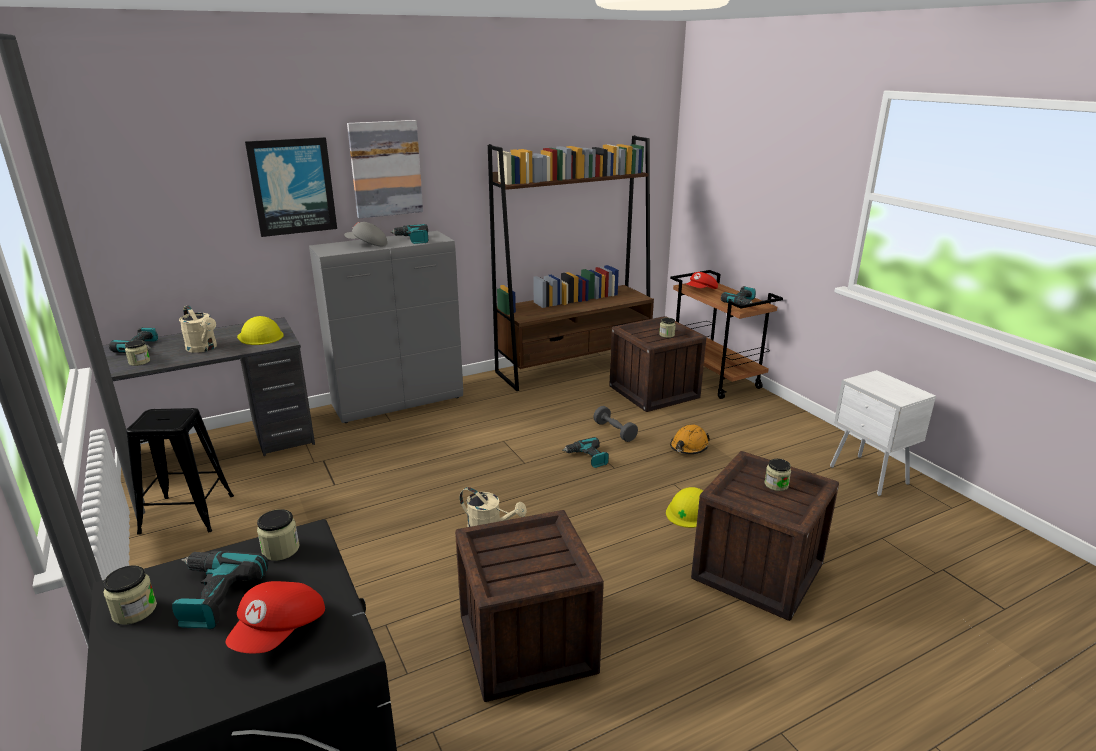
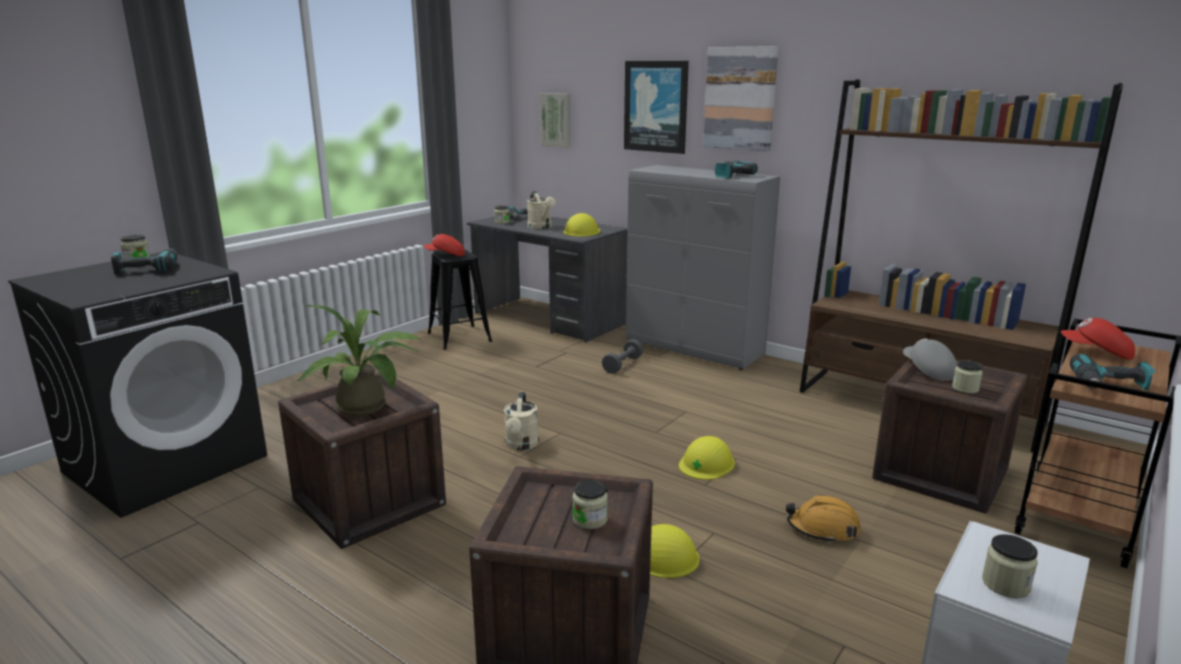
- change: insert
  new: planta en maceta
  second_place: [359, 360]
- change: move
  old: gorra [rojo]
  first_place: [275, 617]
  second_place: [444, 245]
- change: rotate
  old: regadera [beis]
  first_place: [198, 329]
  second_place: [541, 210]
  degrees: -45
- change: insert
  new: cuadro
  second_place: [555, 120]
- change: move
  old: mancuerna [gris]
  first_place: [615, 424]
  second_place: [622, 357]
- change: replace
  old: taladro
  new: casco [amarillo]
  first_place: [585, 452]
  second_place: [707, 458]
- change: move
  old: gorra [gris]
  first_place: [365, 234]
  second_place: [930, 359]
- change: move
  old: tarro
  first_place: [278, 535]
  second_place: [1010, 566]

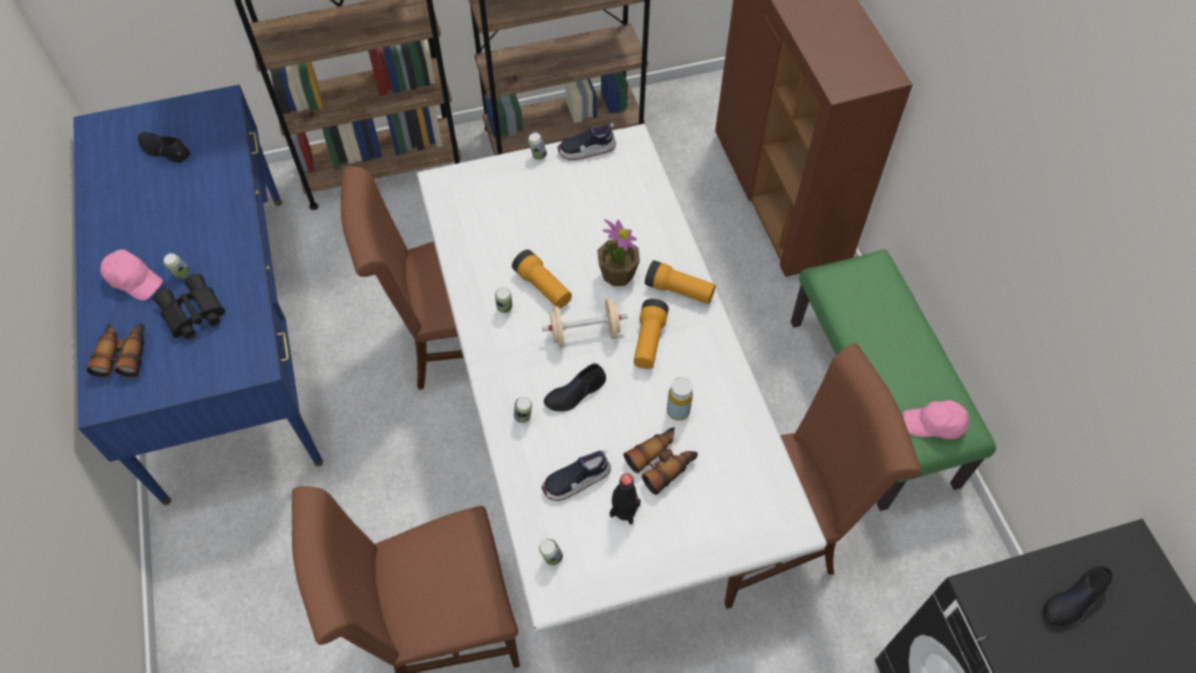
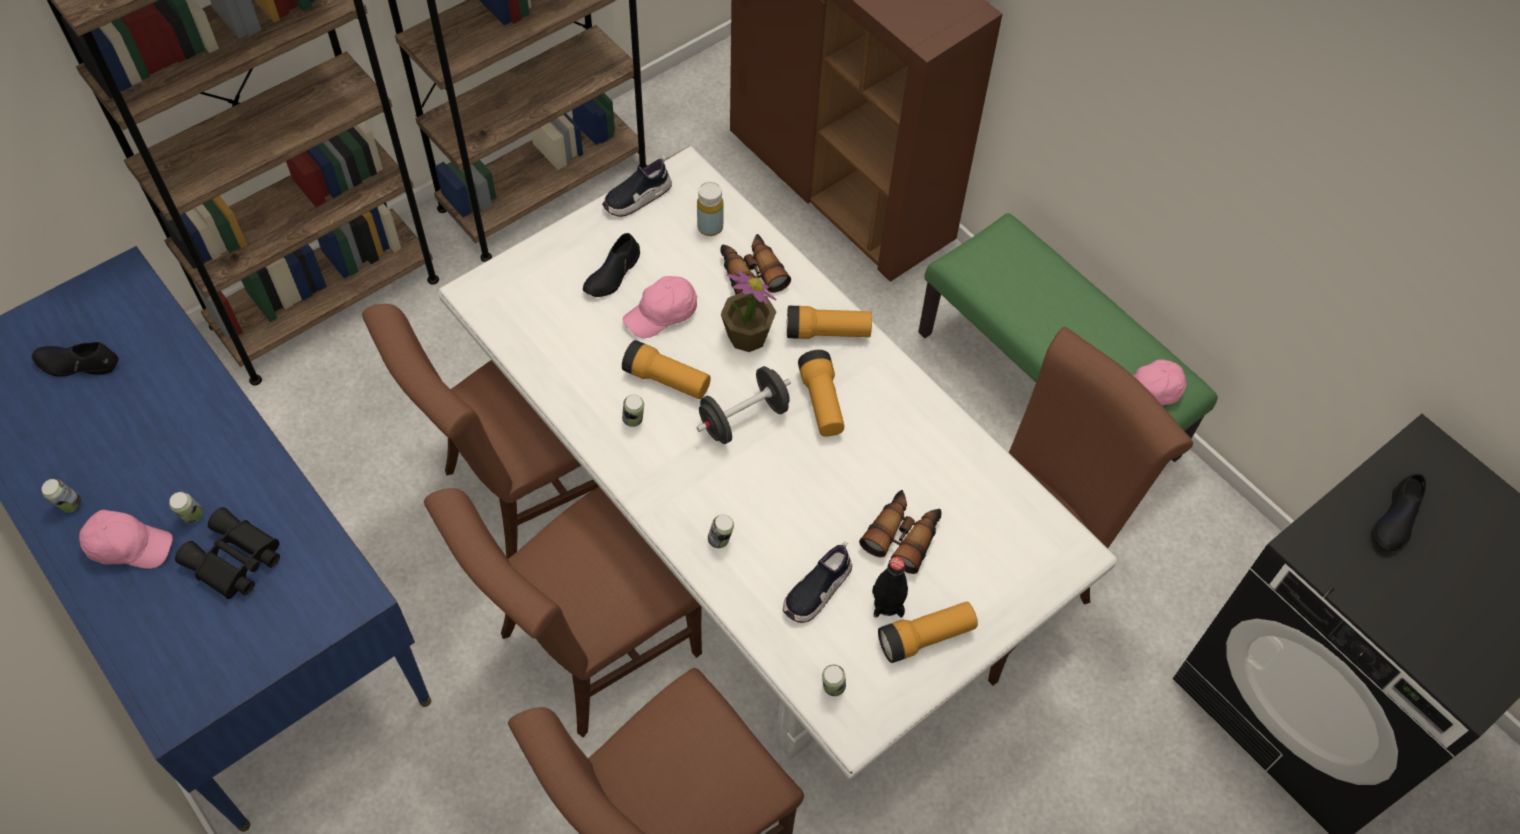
- change: move
  old: lata
  first_place: [537, 146]
  second_place: [61, 496]
- change: insert
  new: silla [marrón]
  second_place: [563, 612]
- change: move
  old: zapato [negro]
  first_place: [575, 387]
  second_place: [611, 265]
- change: insert
  new: gorra [rosa]
  second_place: [660, 307]
- change: move
  old: botella [amarillo]
  first_place: [680, 398]
  second_place: [710, 209]
- change: recolor
  old: mancuerna [beis]
  new: mancuerna [negro]
  first_place: [585, 322]
  second_place: [744, 405]
- change: move
  old: prismáticos
  first_place: [115, 350]
  second_place: [755, 264]
- change: insert
  new: linterna
  second_place: [928, 632]

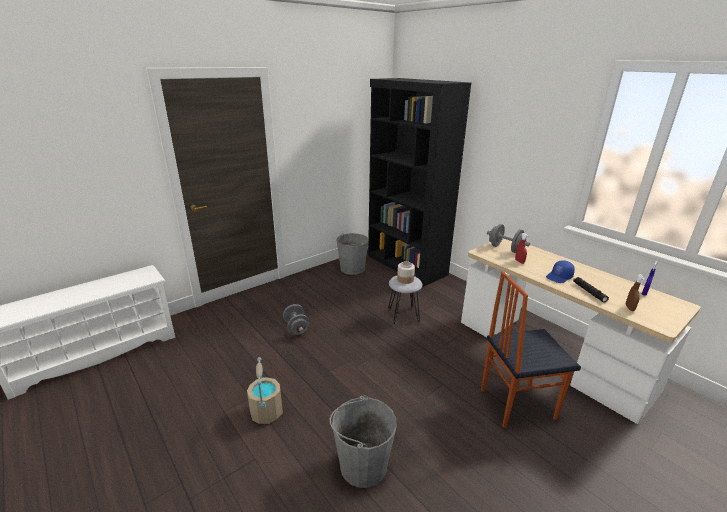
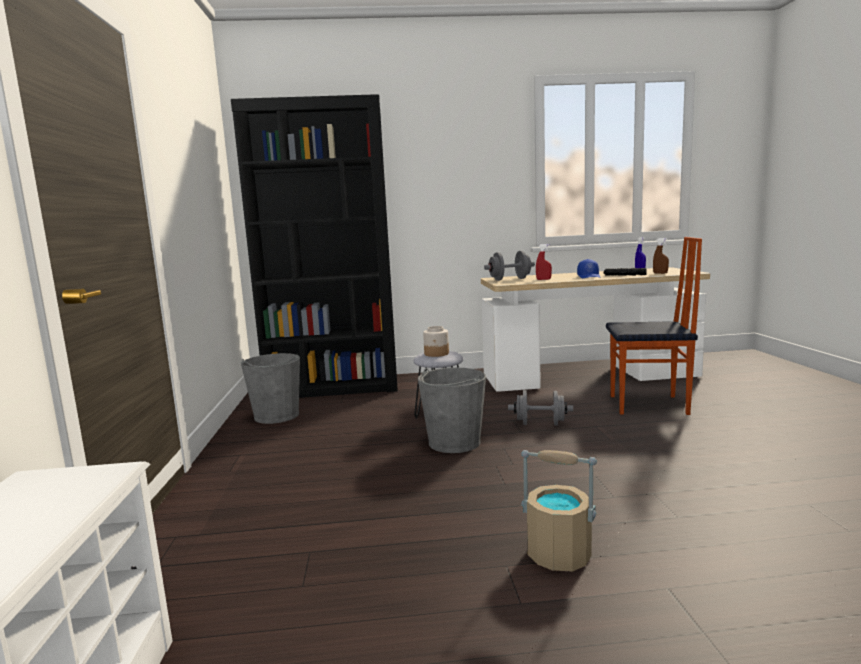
- change: move
  old: cubo [gris]
  first_place: [363, 441]
  second_place: [452, 410]
- change: move
  old: mancuerna [gris]
  first_place: [296, 319]
  second_place: [540, 408]
- change: rotate
  old: silla
  first_place: [531, 349]
  second_place: [654, 326]
  degrees: -105

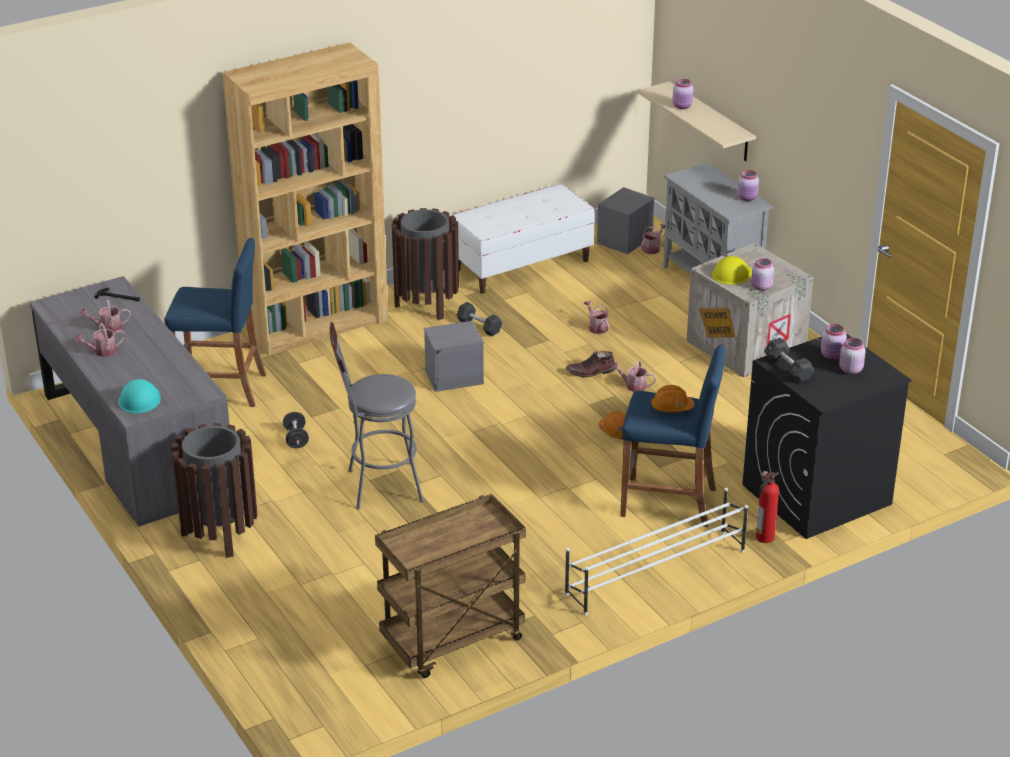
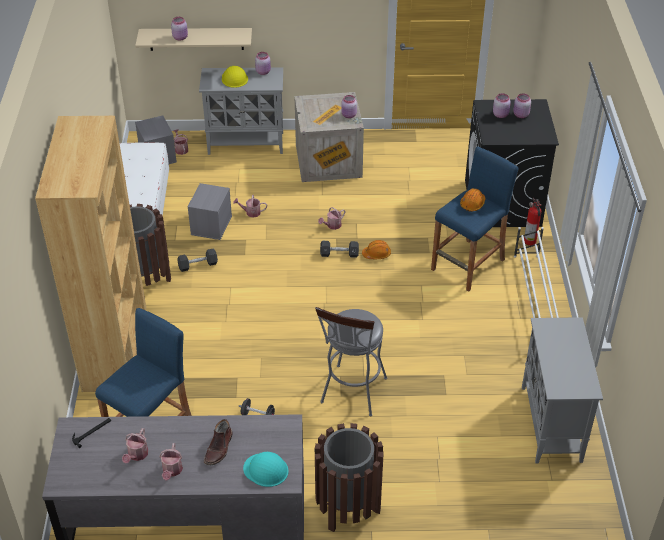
- change: move
  old: caja de almacenaje [gris]
  first_place: [454, 356]
  second_place: [209, 211]
- change: move
  old: bota [marrón]
  first_place: [591, 364]
  second_place: [218, 442]
- change: move
  old: casco [amarillo]
  first_place: [732, 270]
  second_place: [235, 77]
- change: move
  old: mancuerna [negro]
  first_place: [790, 360]
  second_place: [339, 249]
- change: replace
  old: carrito [marrón]
  new: armario [gris]
  first_place: [450, 586]
  second_place: [562, 390]

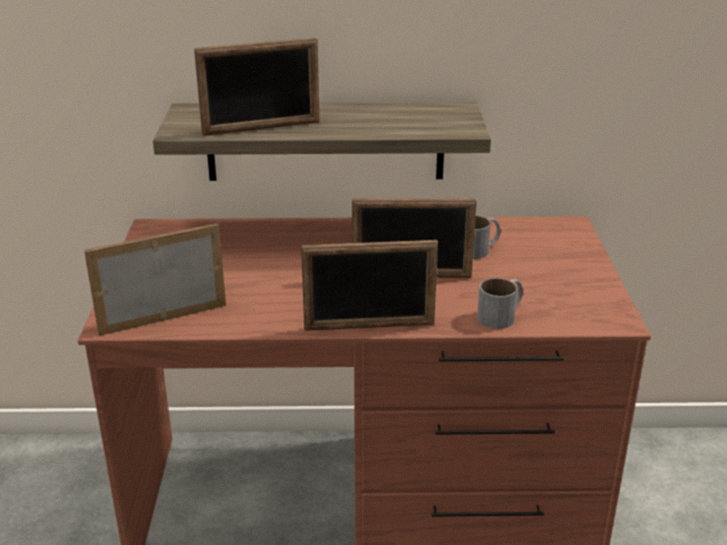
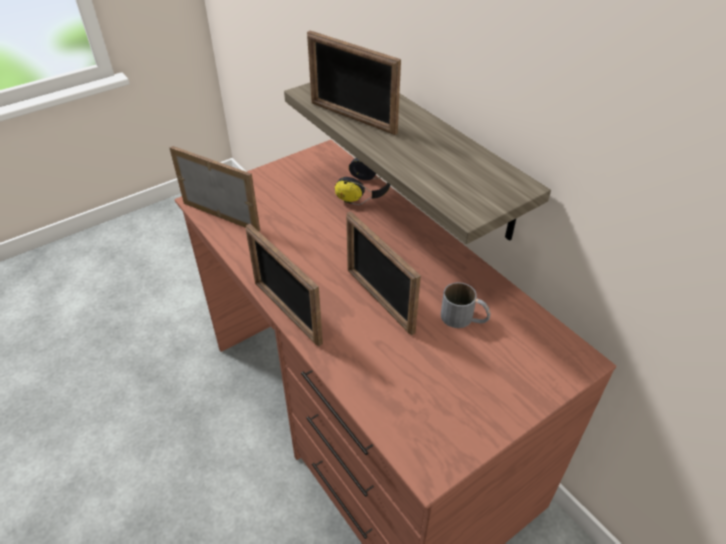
- change: insert
  new: auriculares
  second_place: [362, 181]
- change: delete
  old: taza grande [gris]
  first_place: [500, 303]

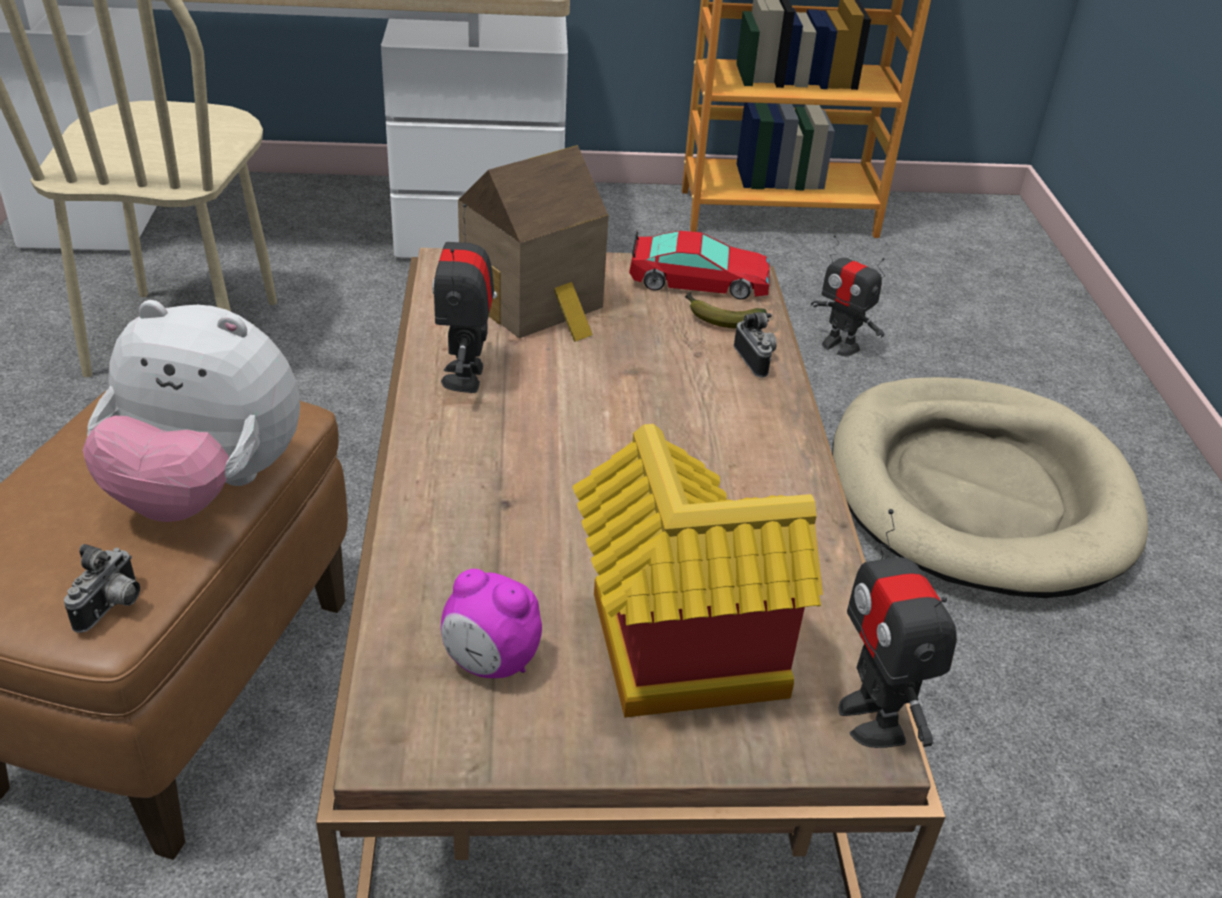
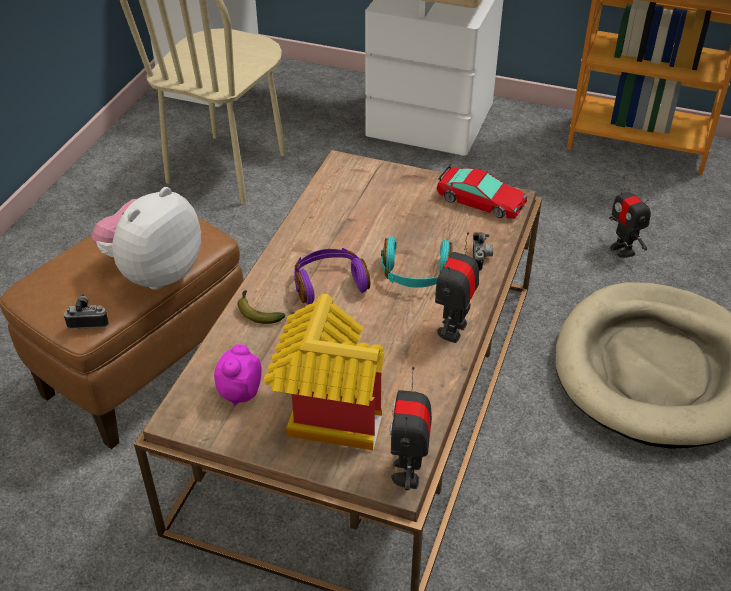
- change: rotate
  old: cámara
  first_place: [102, 588]
  second_place: [86, 311]
  degrees: -135
- change: rotate
  old: peluche
  first_place: [191, 411]
  second_place: [146, 238]
  degrees: 90
- change: rotate
  old: despertador
  first_place: [491, 623]
  second_place: [238, 375]
  degrees: 60
- change: move
  old: plátano
  first_place: [726, 310]
  second_place: [261, 307]
- change: insert
  new: auriculares [morado]
  second_place: [332, 276]
- change: insert
  new: auriculares [turquesa]
  second_place: [416, 262]
- change: move
  old: robot de juguete
  first_place: [463, 298]
  second_place: [457, 287]
- change: delete
  old: casita
  first_place: [533, 243]

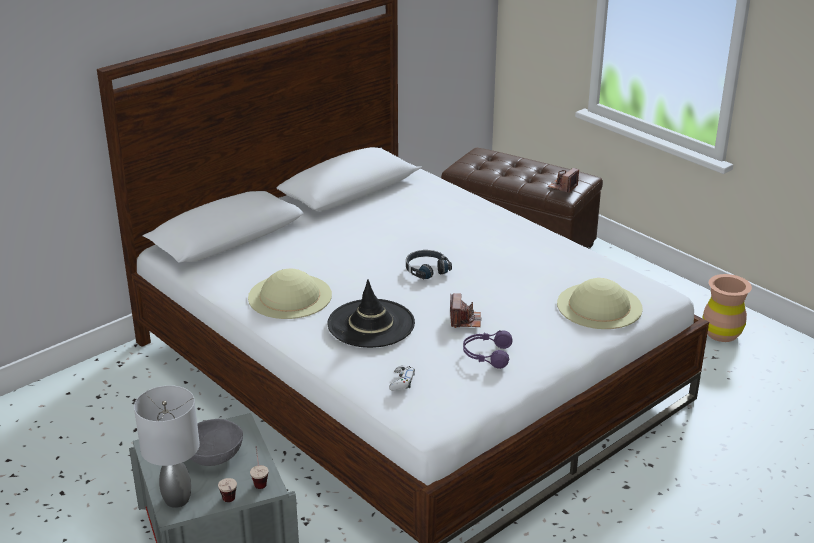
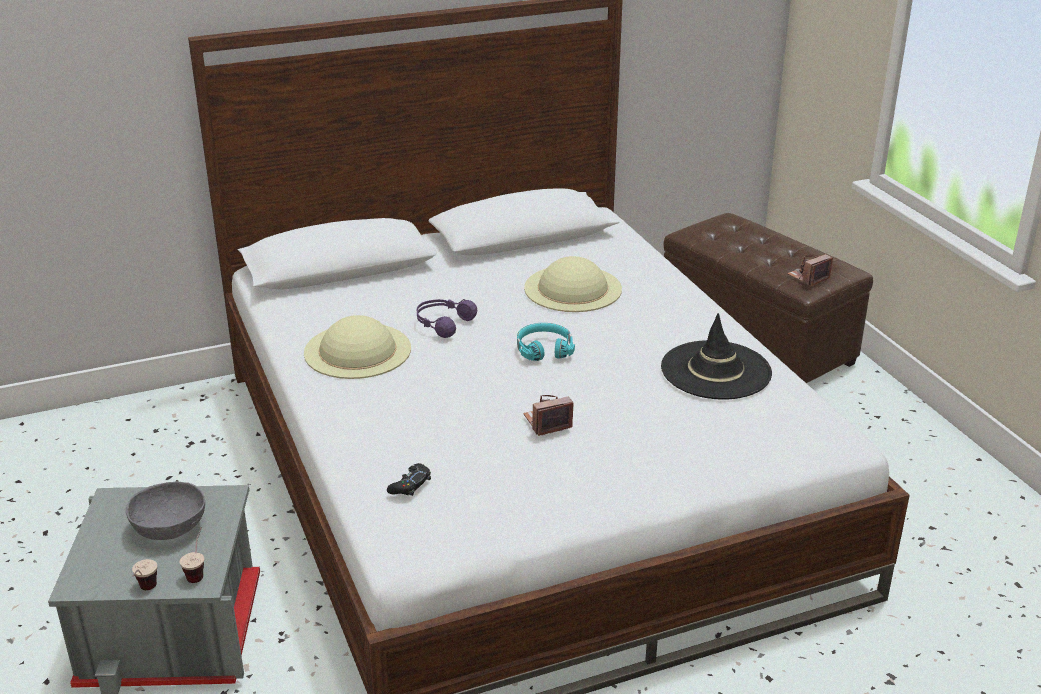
- change: recolor
  old: mando de consola [blanco]
  new: mando de consola [negro]
  first_place: [402, 378]
  second_place: [409, 479]
- change: move
  old: auriculares [morado]
  first_place: [488, 349]
  second_place: [447, 318]
- change: recolor
  old: auriculares [negro]
  new: auriculares [turquesa]
  first_place: [429, 264]
  second_place: [546, 342]
- change: rotate
  old: cámara
  first_place: [466, 310]
  second_place: [548, 415]
  degrees: -135
- change: move
  old: sombrero [beis]
  first_place: [600, 303]
  second_place: [573, 284]
- change: move
  old: sombrero [negro]
  first_place: [371, 314]
  second_place: [716, 356]
- change: delete
  old: lámpara de mesa [gris]
  first_place: [167, 446]
- change: delete
  old: florero [marrón]
  first_place: [727, 308]

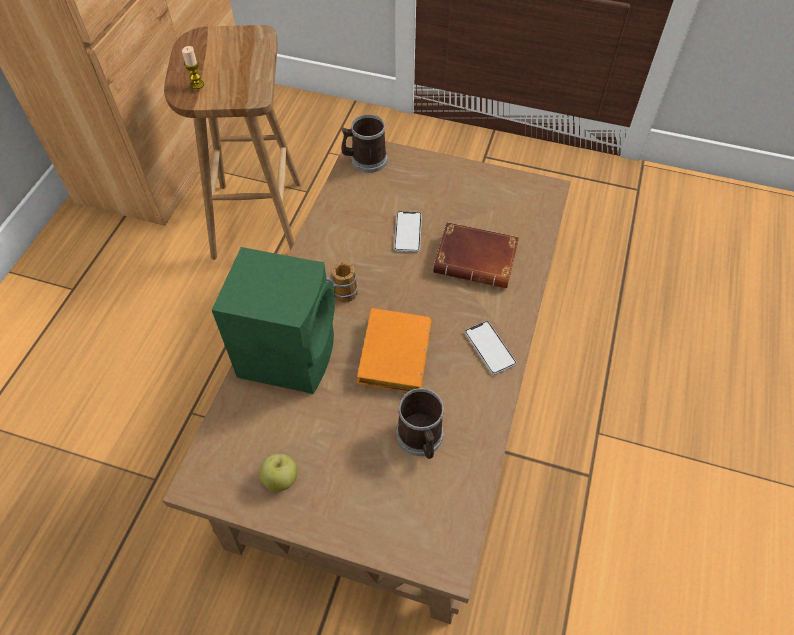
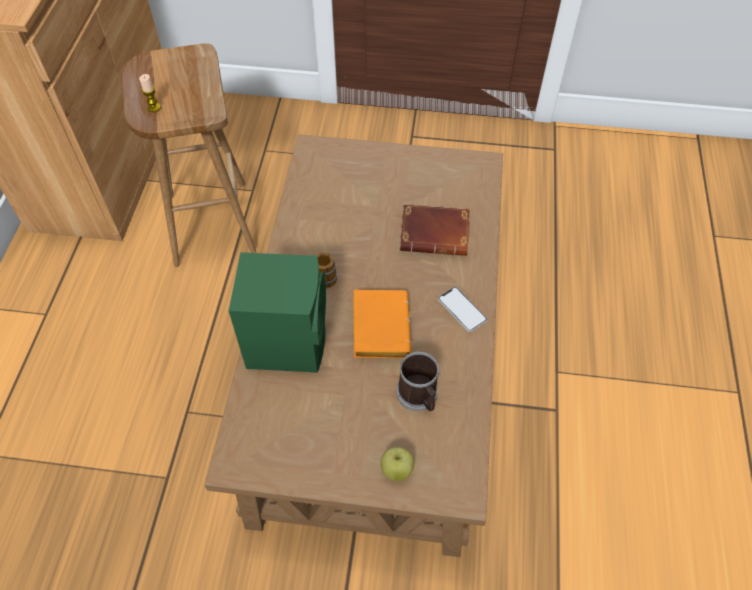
- change: move
  old: manzana
  first_place: [278, 473]
  second_place: [397, 464]
- change: delete
  old: taza grande
  first_place: [364, 143]
- change: delete
  old: móvil
  first_place: [408, 231]

